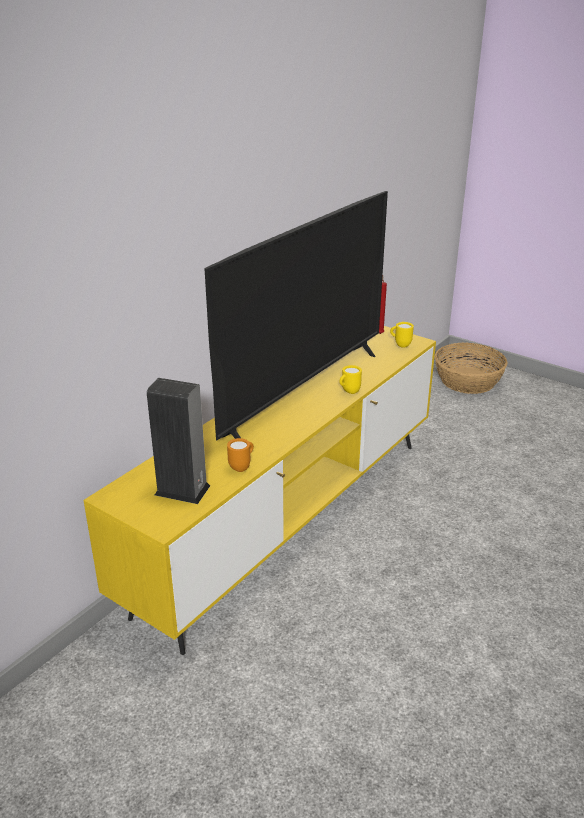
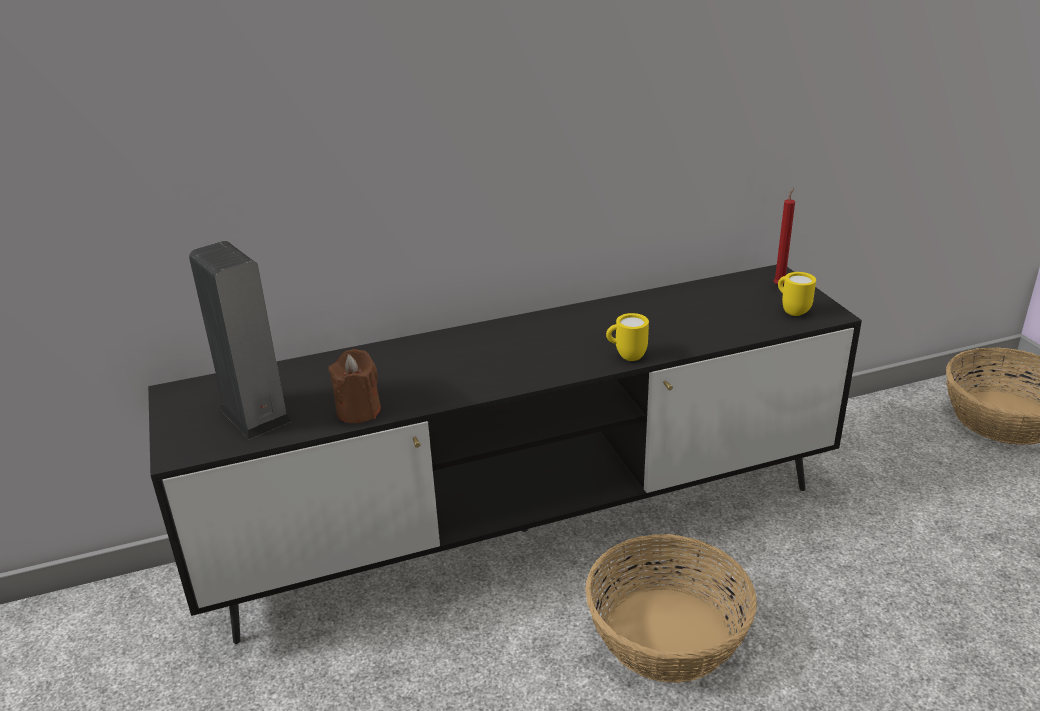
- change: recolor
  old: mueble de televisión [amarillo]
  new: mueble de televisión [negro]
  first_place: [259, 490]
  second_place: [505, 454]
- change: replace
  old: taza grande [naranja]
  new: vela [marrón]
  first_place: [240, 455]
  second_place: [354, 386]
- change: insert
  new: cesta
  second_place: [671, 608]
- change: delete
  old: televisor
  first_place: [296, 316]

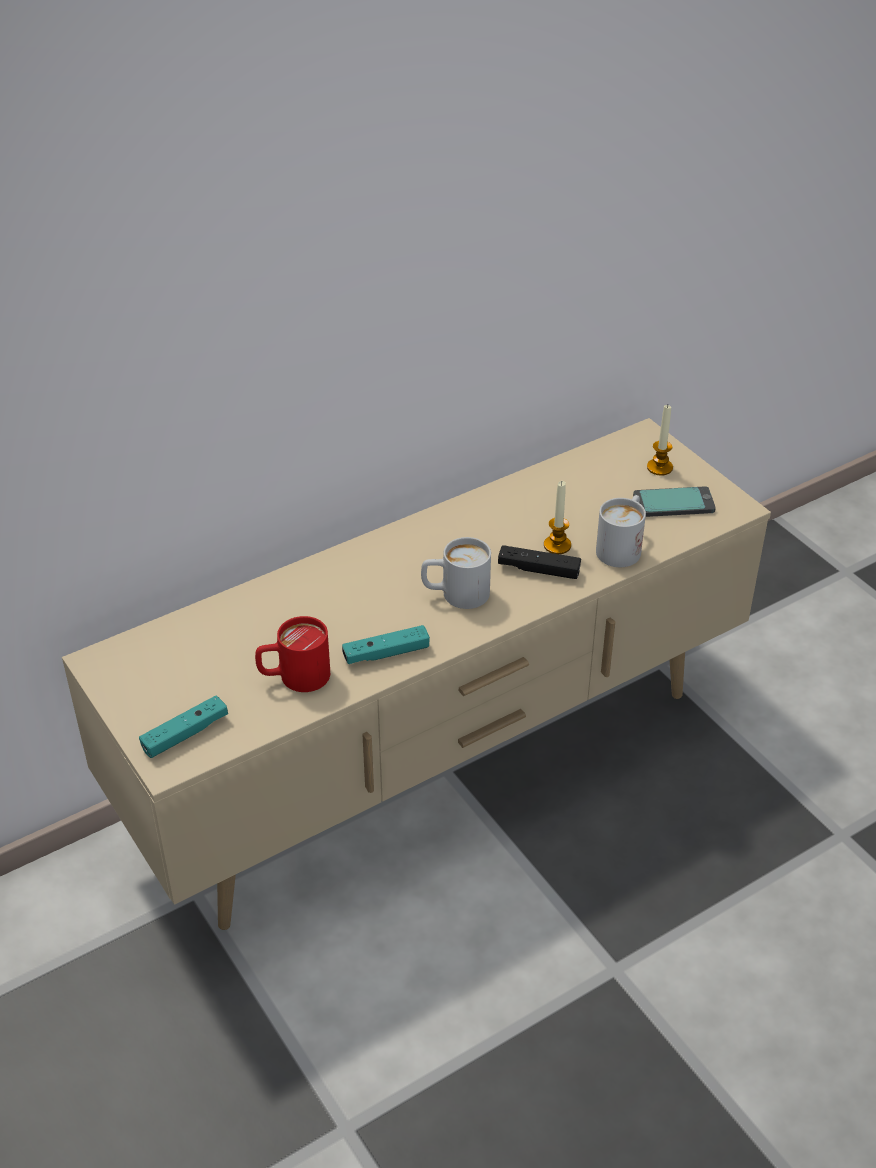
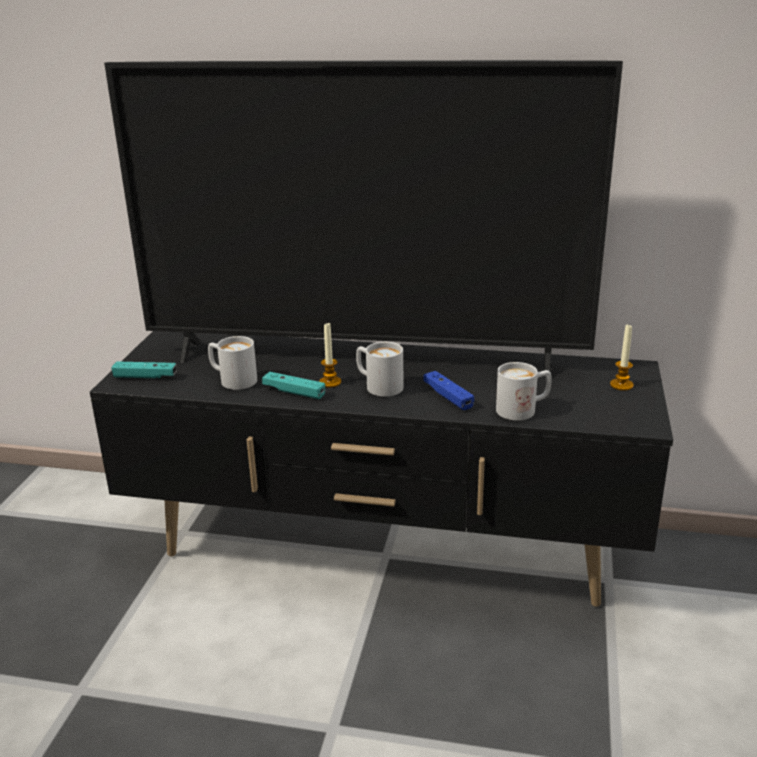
- change: recolor
  old: mueble de televisión [beis]
  new: mueble de televisión [negro]
  first_place: [416, 674]
  second_place: [381, 469]
- change: insert
  new: televisor
  second_place: [363, 220]
- change: recolor
  old: taza grande [rojo]
  new: taza grande [blanco]
  first_place: [292, 654]
  second_place: [232, 363]
- change: move
  old: vela
  first_place: [557, 517]
  second_place: [330, 355]
- change: recolor
  old: mando de consola [negro]
  new: mando de consola [azul]
  first_place: [539, 562]
  second_place: [448, 390]
- change: delete
  old: móvil
  first_place: [674, 501]

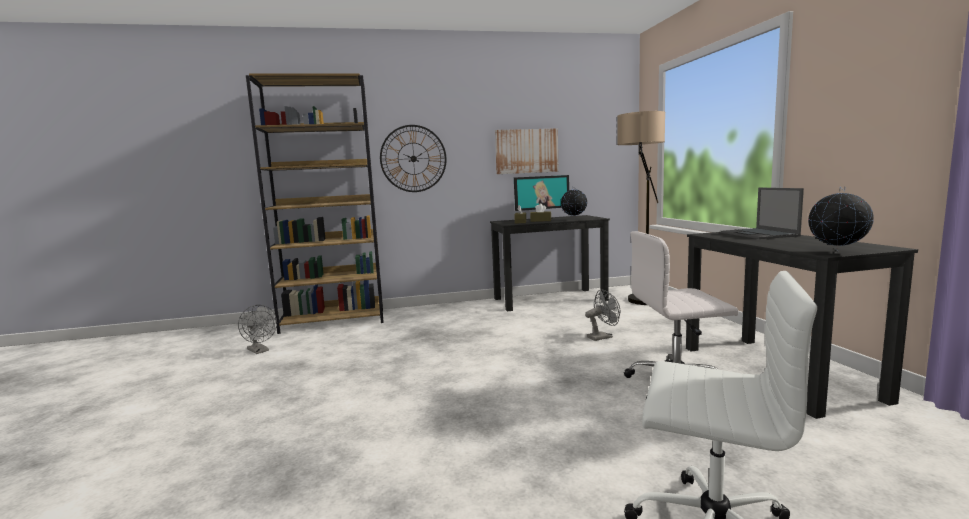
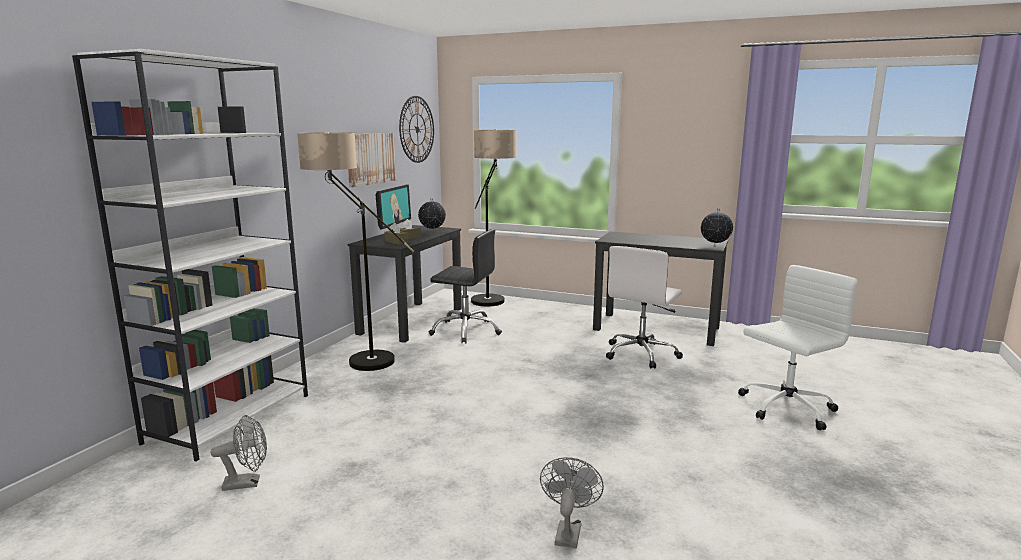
- change: recolor
  old: estantería [marrón]
  new: estantería [blanco]
  first_place: [315, 203]
  second_place: [190, 255]
- change: insert
  new: lámpara de pie
  second_place: [355, 251]
- change: move
  old: reloj de pared
  first_place: [413, 158]
  second_place: [416, 129]
- change: insert
  new: silla de oficina [negro]
  second_place: [465, 286]
- change: move
  old: ventilador [gris]
  first_place: [603, 315]
  second_place: [572, 502]
- change: delete
  old: portátil
  first_place: [762, 213]

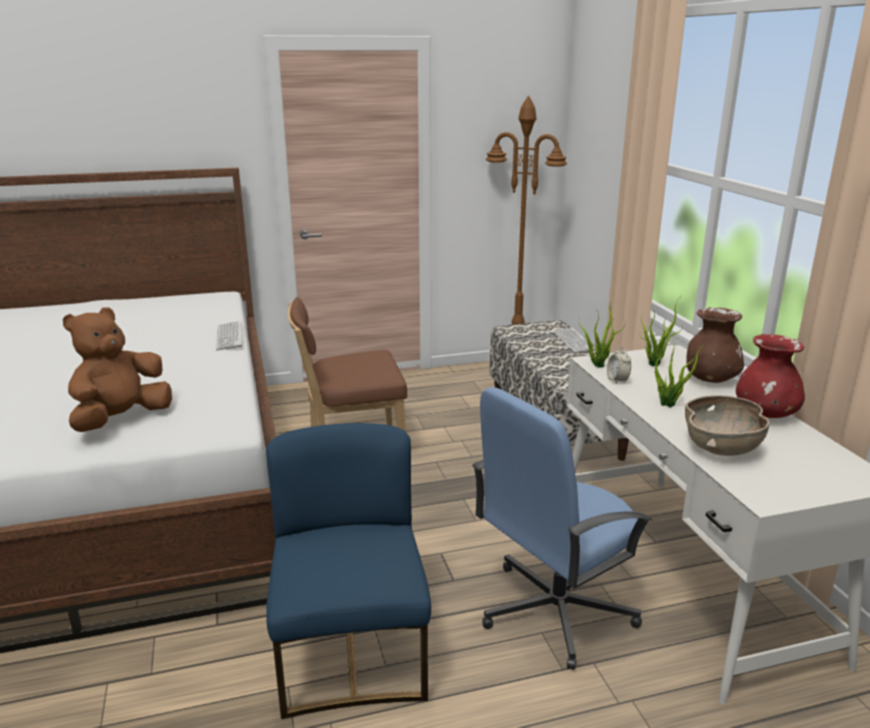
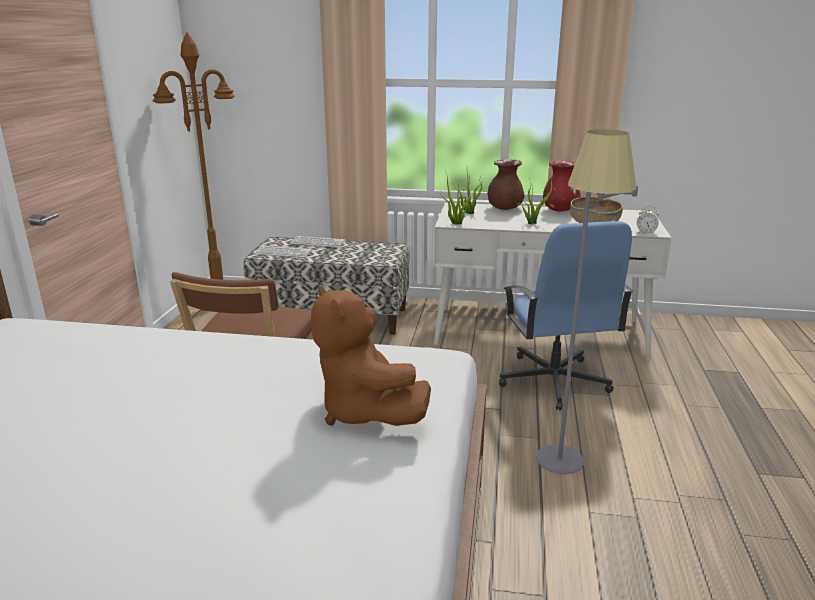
- change: move
  old: teclado
  first_place: [229, 335]
  second_place: [283, 252]
- change: replace
  old: silla [azul]
  new: lámpara de pie [gris]
  first_place: [348, 571]
  second_place: [587, 301]
- change: move
  old: despertador
  first_place: [619, 365]
  second_place: [648, 220]

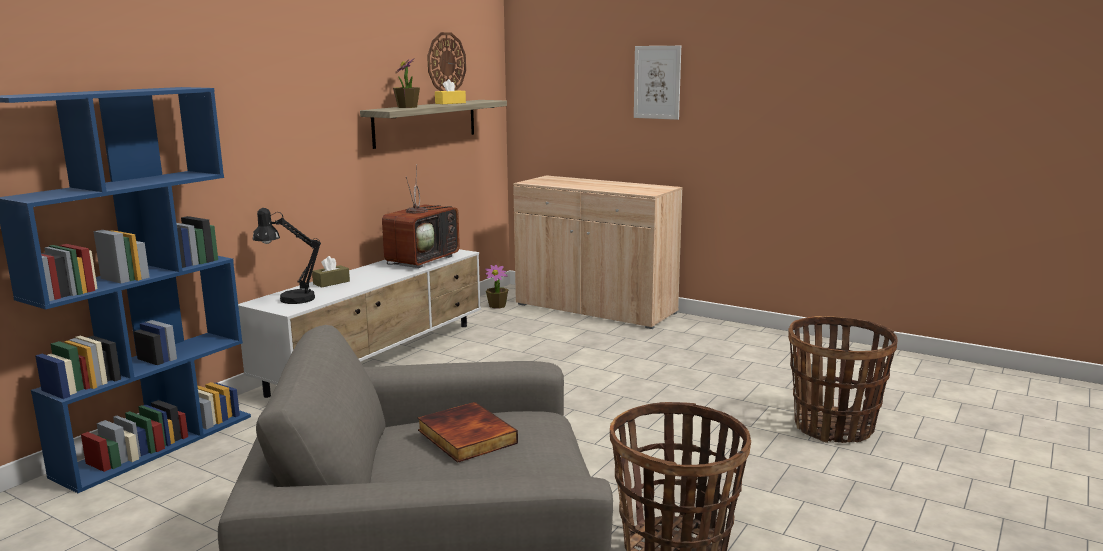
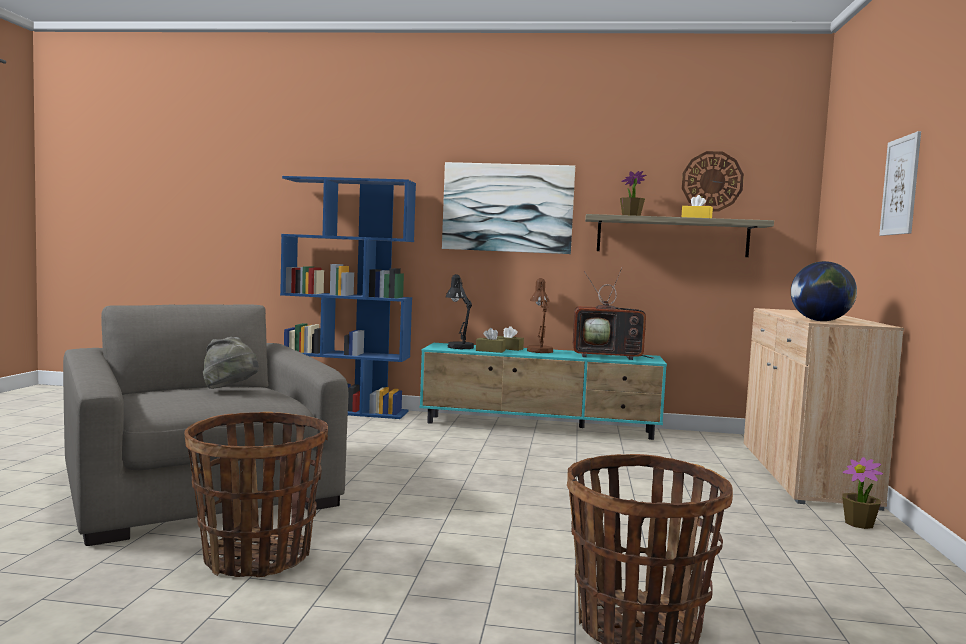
- change: replace
  old: libro
  new: sombrero [gris]
  first_place: [468, 432]
  second_place: [231, 363]
- change: recolor
  old: mueble de televisión [blanco]
  new: mueble de televisión [turquesa]
  first_place: [359, 323]
  second_place: [543, 391]
- change: insert
  new: cuadro
  second_place: [508, 208]
- change: insert
  new: caja de pañuelos [marrón]
  second_place: [491, 340]
- change: insert
  new: lámpara de mesa [marrón]
  second_place: [540, 315]
- change: insert
  new: globo terráqueo
  second_place: [824, 291]
- change: move
  old: planta en maceta
  first_place: [497, 287]
  second_place: [862, 493]

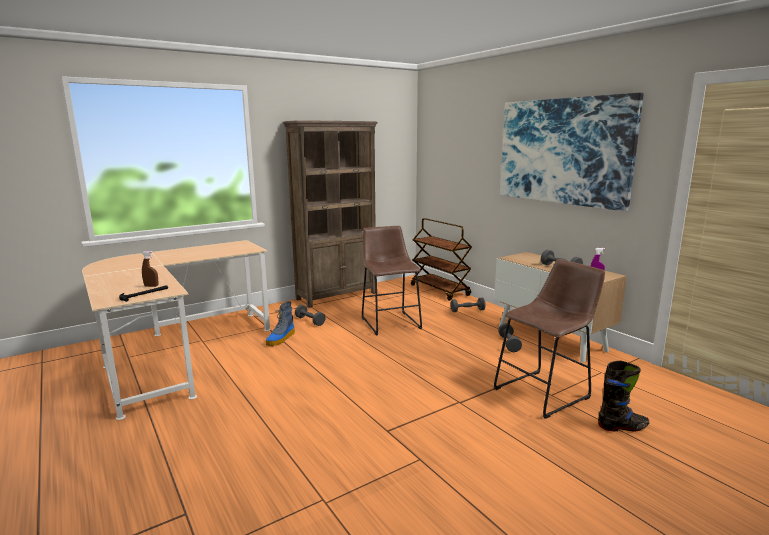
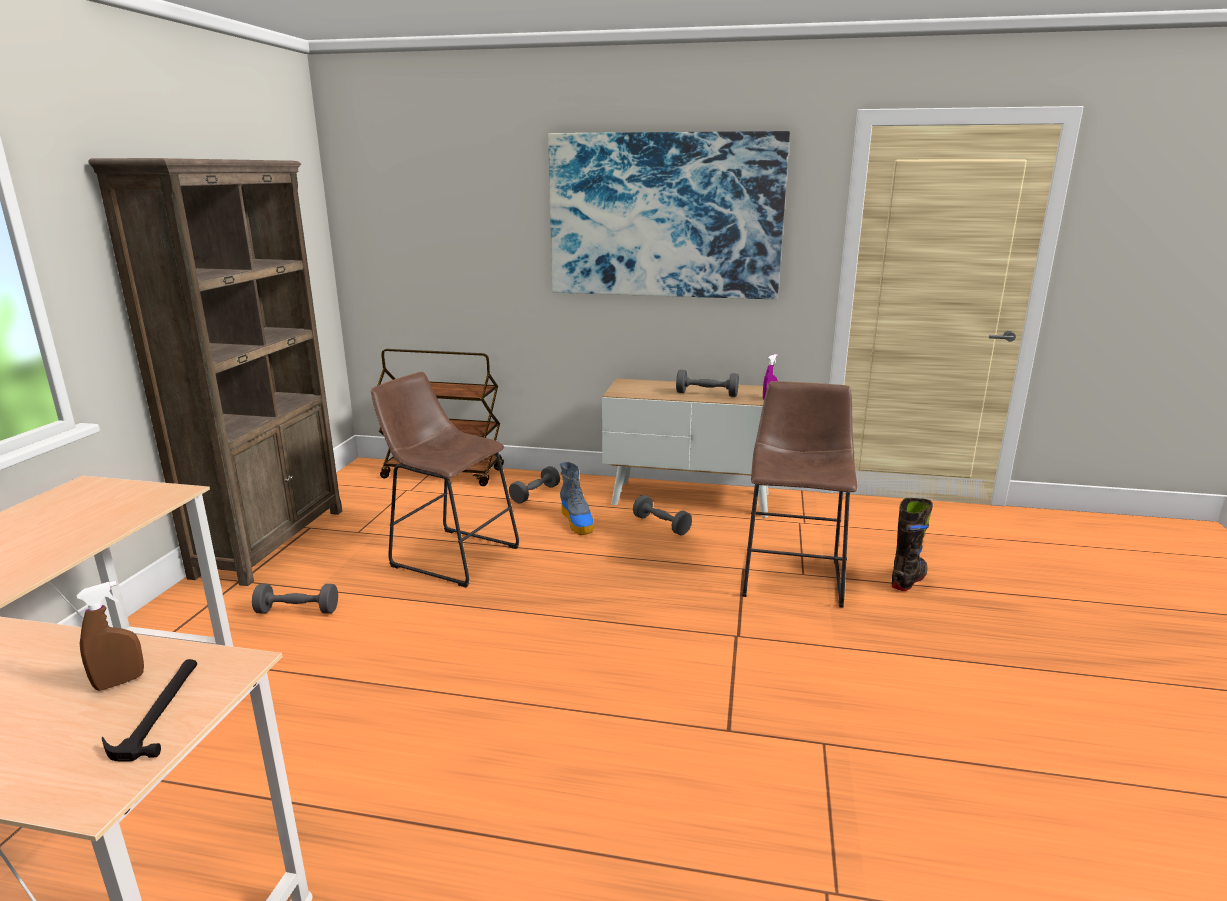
- change: move
  old: bota
  first_place: [280, 323]
  second_place: [577, 498]

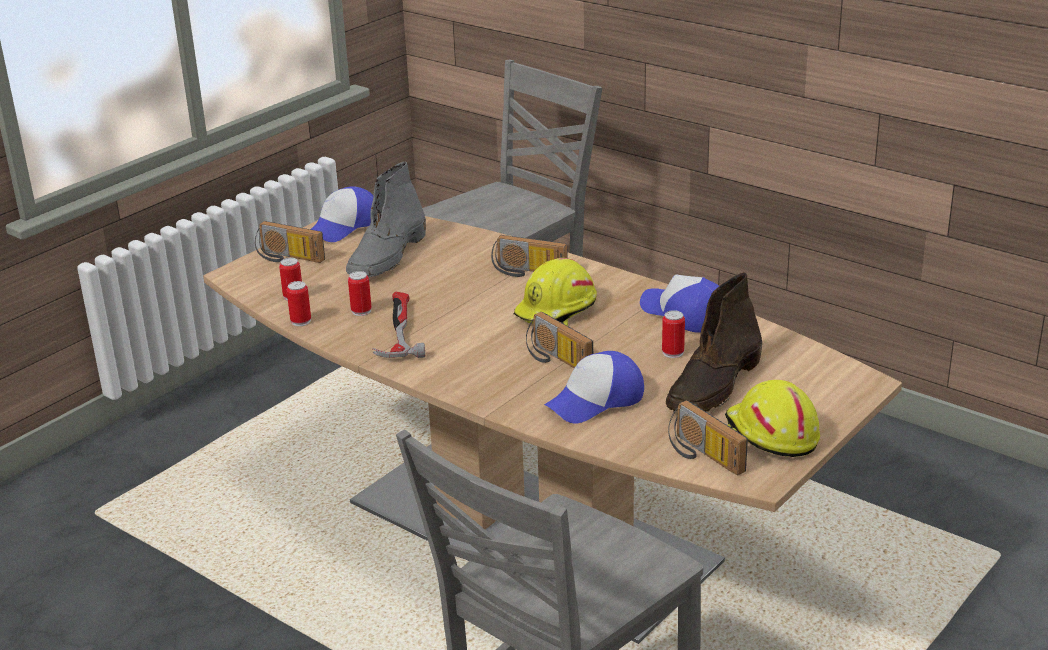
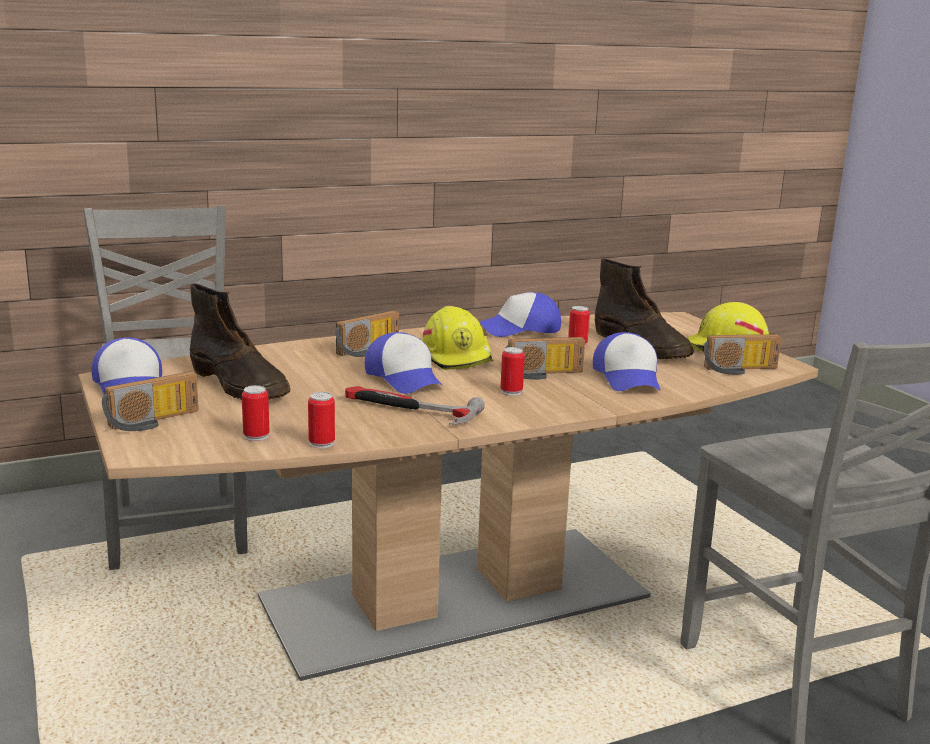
- change: recolor
  old: bota [gris]
  new: bota [marrón]
  first_place: [386, 219]
  second_place: [240, 342]
- change: insert
  new: gorra
  second_place: [404, 363]
- change: move
  old: lata
  first_place: [360, 293]
  second_place: [512, 371]

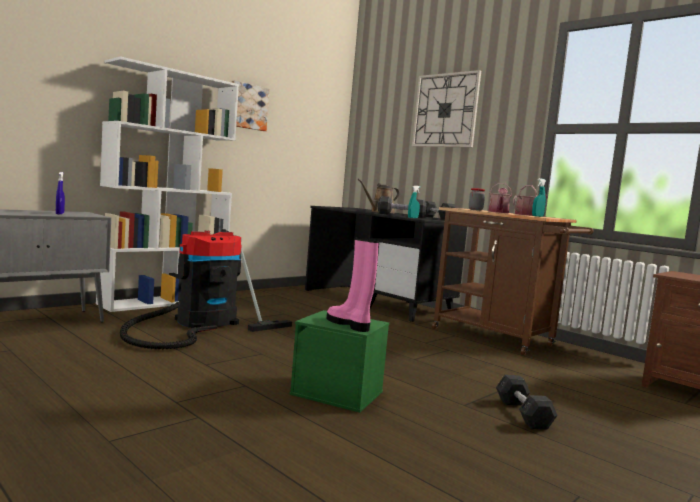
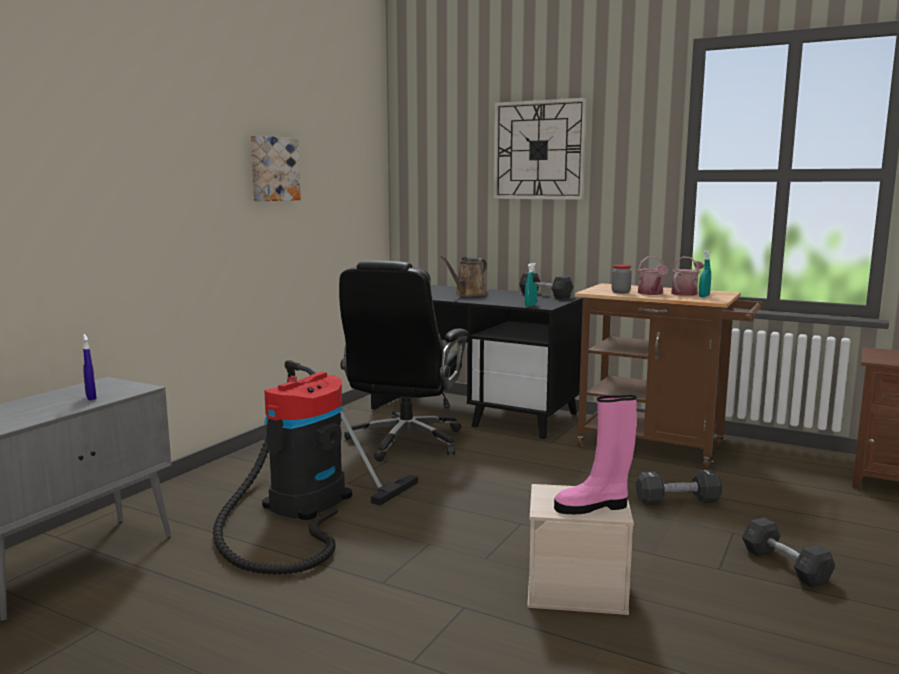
- change: insert
  new: silla de oficina [negro]
  second_place: [403, 361]
- change: recolor
  old: caja de almacenaje [verde]
  new: caja de almacenaje [beis]
  first_place: [339, 361]
  second_place: [580, 549]
- change: rotate
  old: bota [rosa]
  first_place: [352, 285]
  second_place: [595, 454]
  degrees: -45
- change: move
  old: mancuerna [negro]
  first_place: [402, 207]
  second_place: [678, 487]
- change: delete
  old: estantería [blanco]
  first_place: [167, 184]

